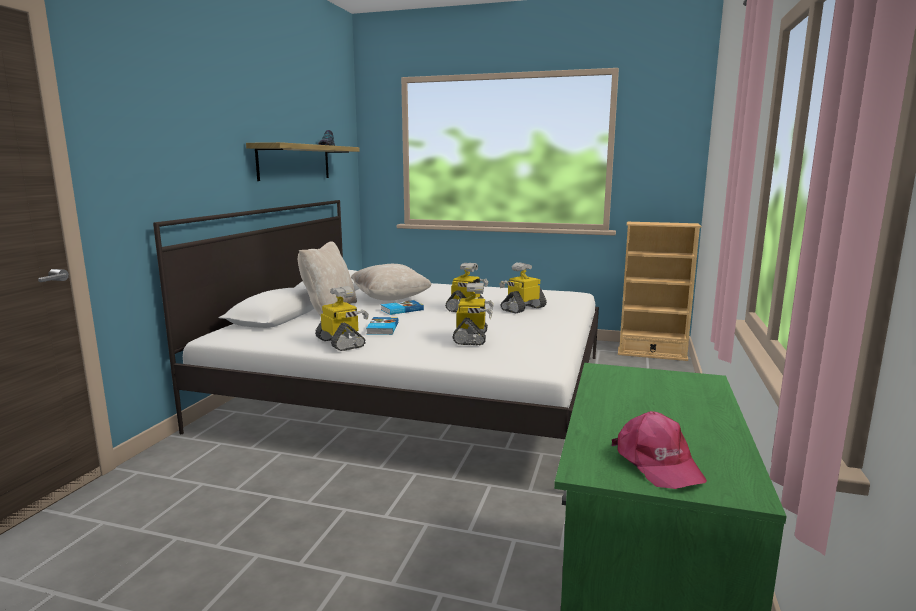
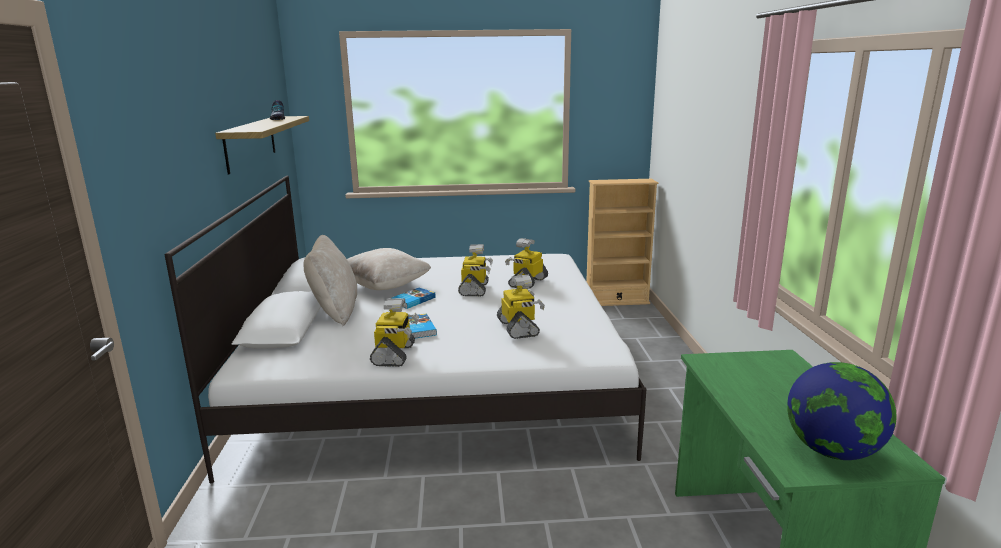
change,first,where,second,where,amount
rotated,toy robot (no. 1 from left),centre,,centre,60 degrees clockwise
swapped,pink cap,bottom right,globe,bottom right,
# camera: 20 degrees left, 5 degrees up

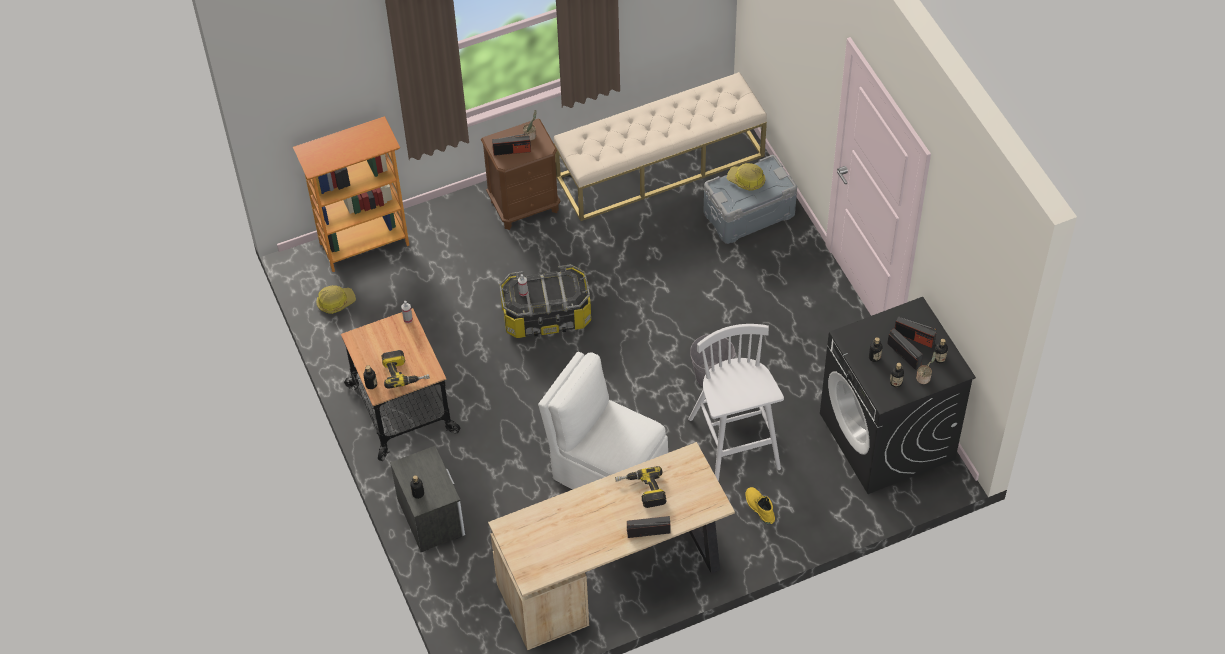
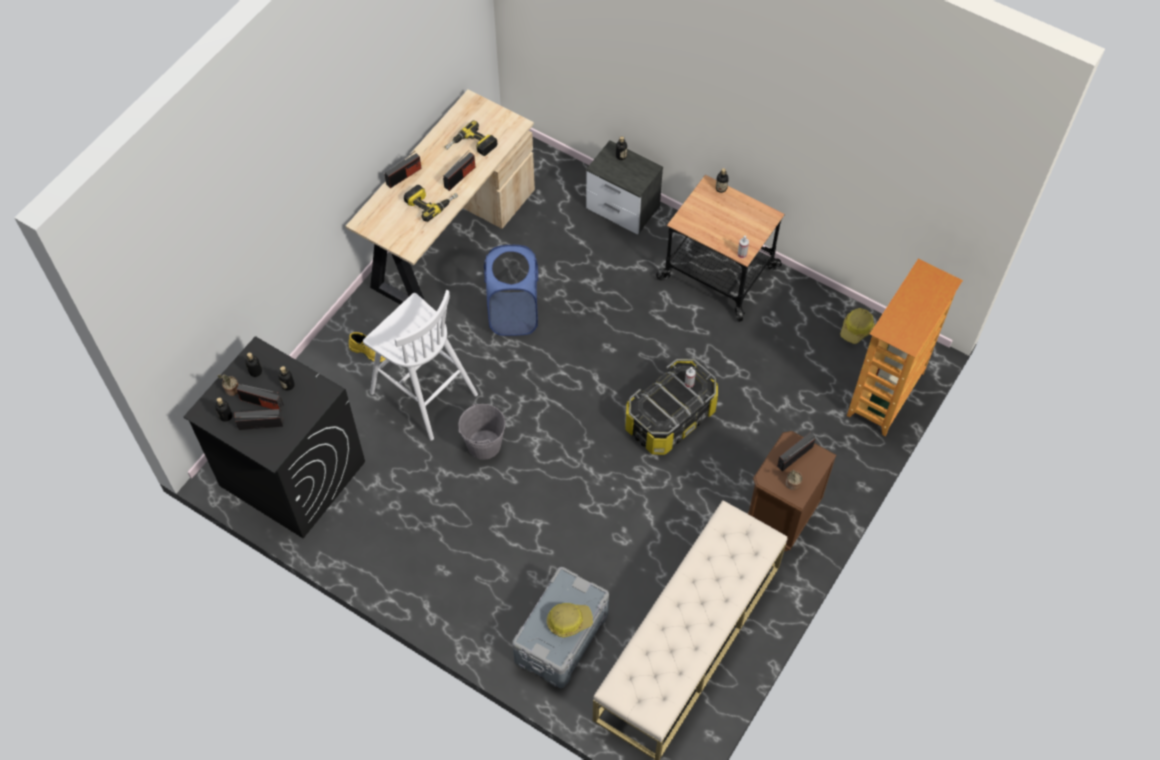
change,first,where,second,where,amount
new,,,radio set (no. 4 from left),top centre,
shifted,power drill (no. 1 from left in the first image),middle left,power drill (no. 2 from left),top centre,
swapped,whitish plain chair,centre,blue-coloured washing basket,centre,
# camera: 145 degrees right, 5 degrees up

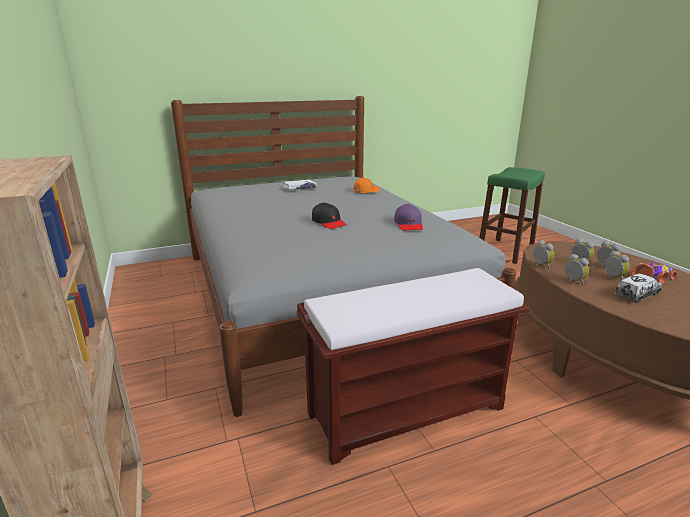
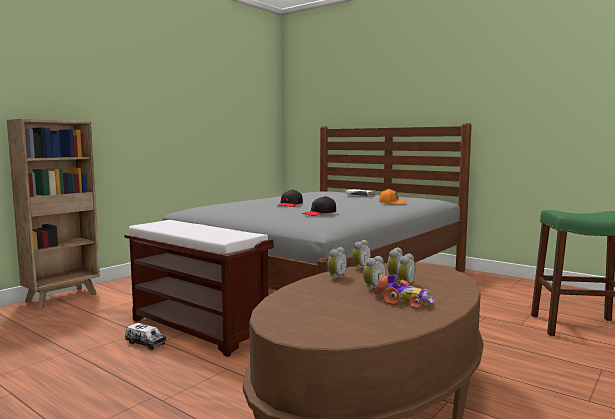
change,first,where,second,where,amount
shifted,toy truck,middle right,,bottom left,
repainted,purple cap,centre,blackish cap (no. 2 from left),centre,
# camera: 60 degrees right, 15 degrees down

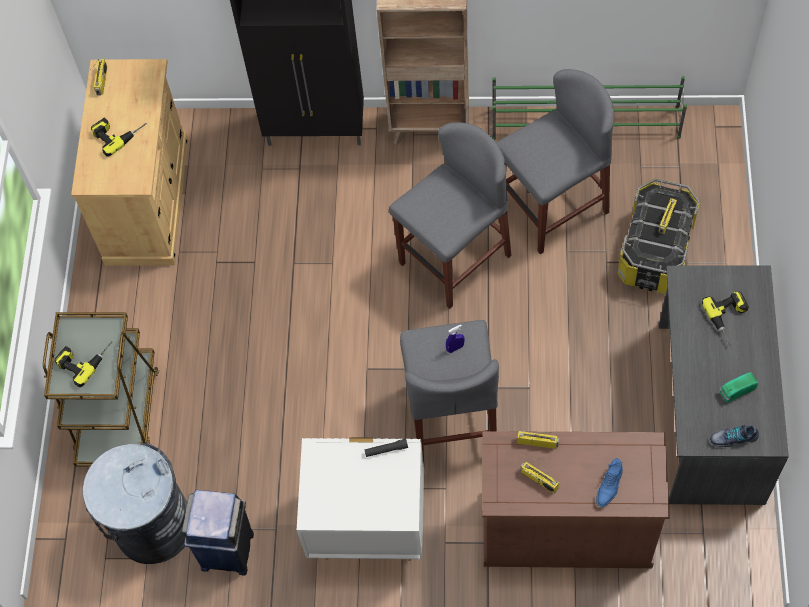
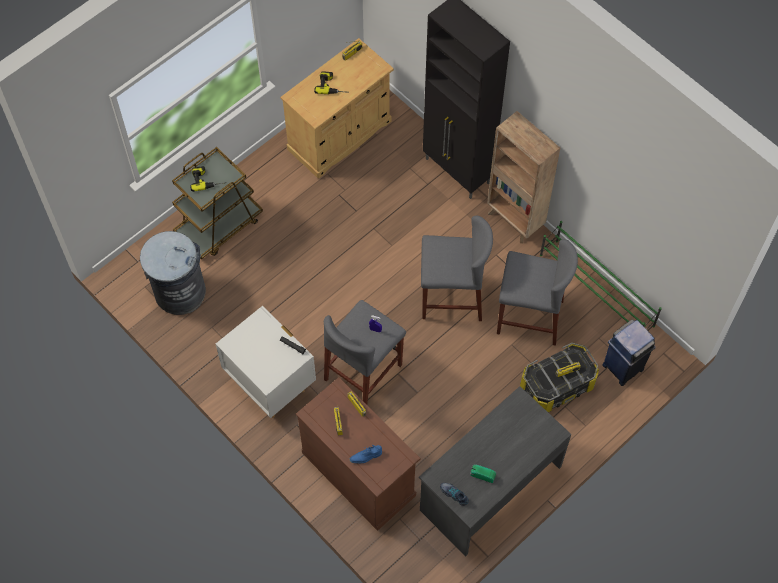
change,first,where,second,where,amount
shifted,blue-coloured rubbish bin,bottom left,,middle right,
gone,power drill (no. 3 from left),middle right,,,
# camera: 40 degrees right, 0 degrees up

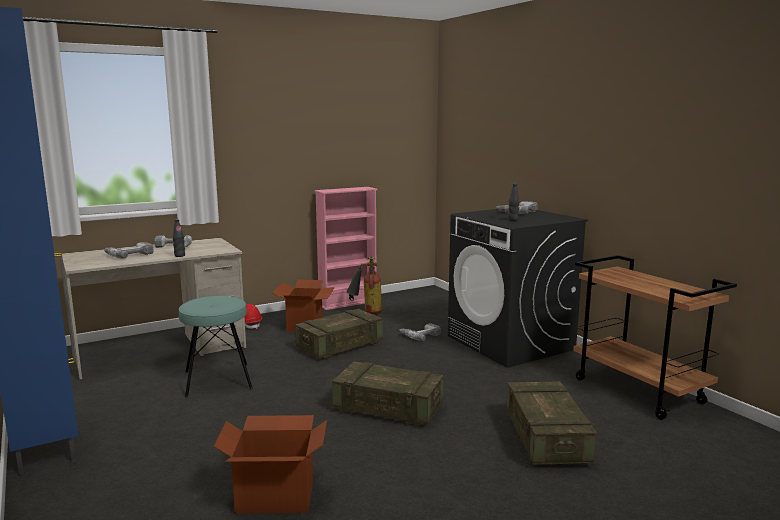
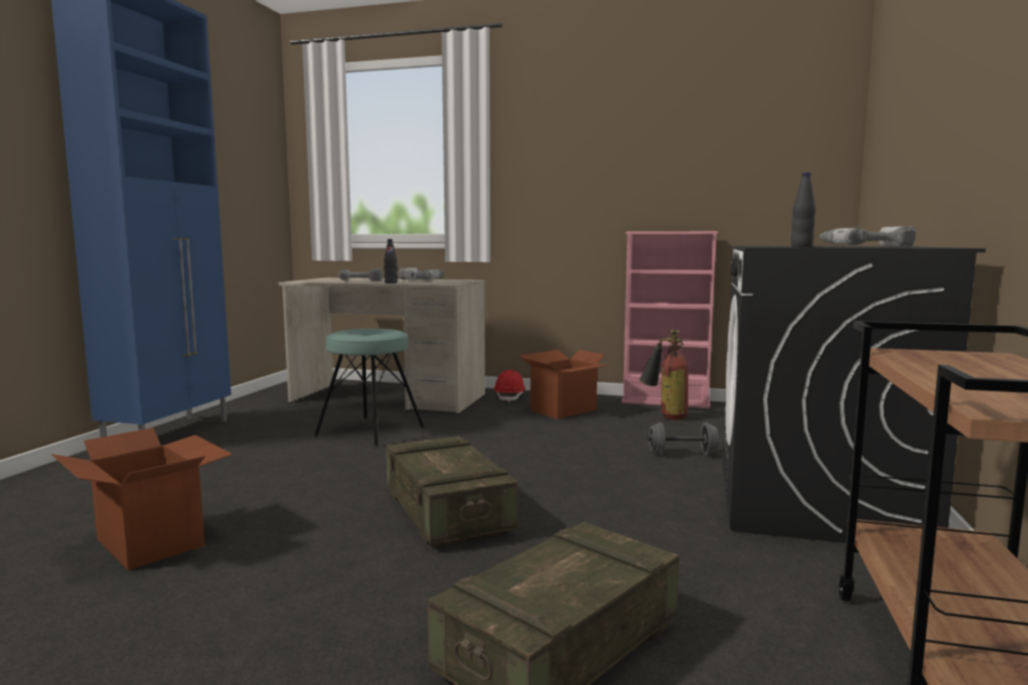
change,first,where,second,where,amount
swapped,power drill (no. 3 from left),centre,greyish dumbbell,centre,
gone,packing crate (no. 1 from left),centre,,,
# camera: 45 degrees right, 5 degrees down

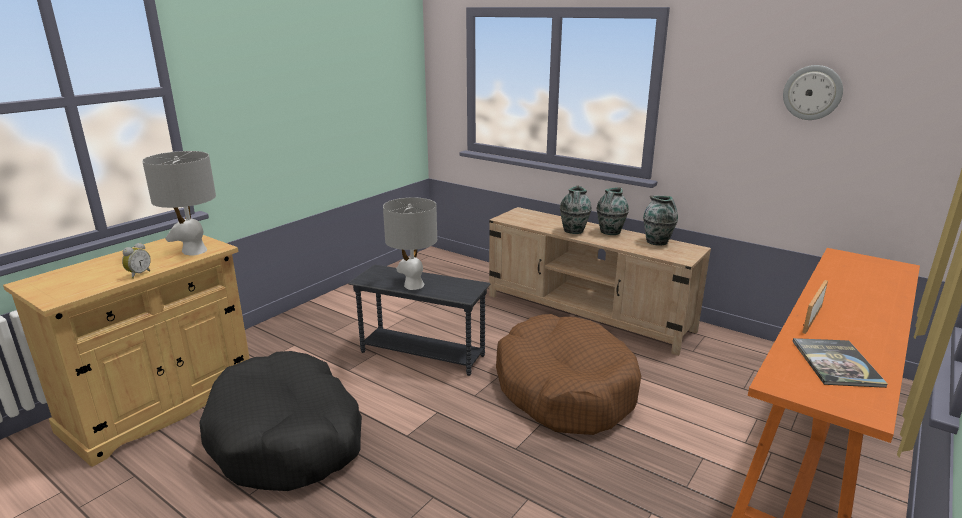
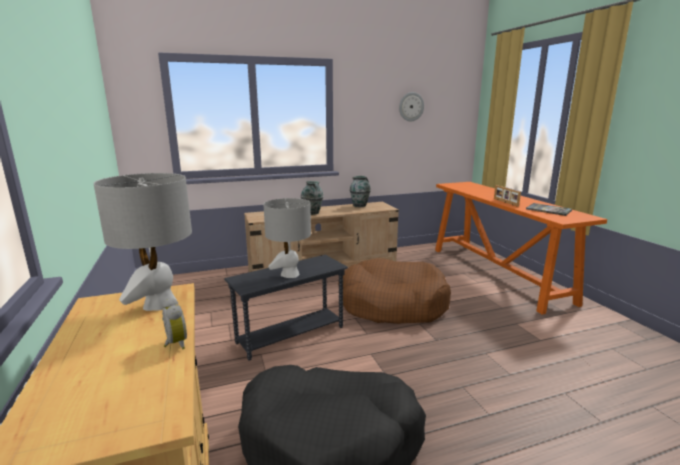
change,first,where,second,where,amount
gone,decorative vase (no. 2 from left),centre,,,
# camera: 55 degrees left, 5 degrees down

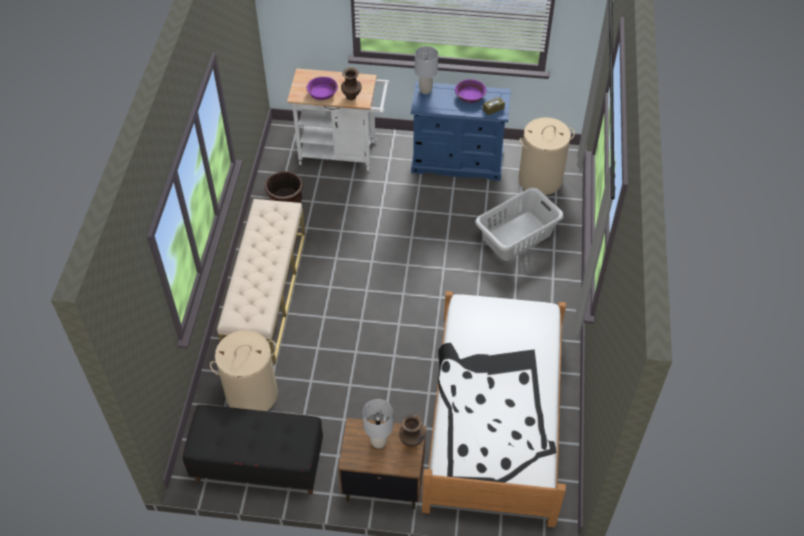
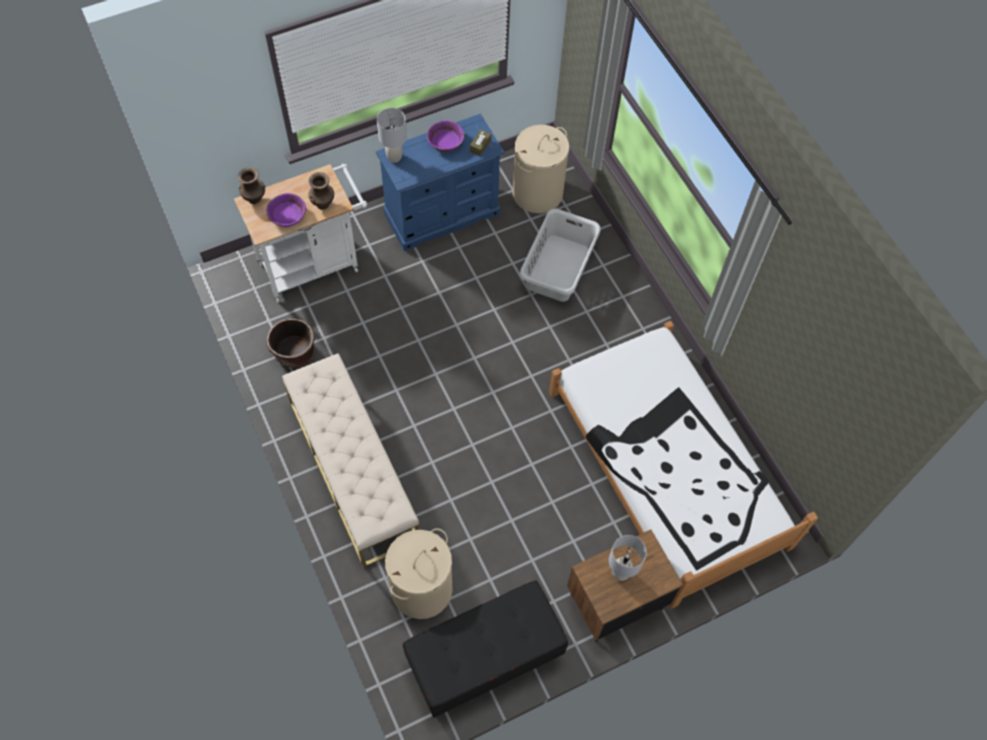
change,first,where,second,where,amount
shifted,brown decorative vase (no. 2 from left in the first image),bottom centre,brown decorative vase (no. 1 from left),top left,
# camera: 35 degrees left, 10 degrees up

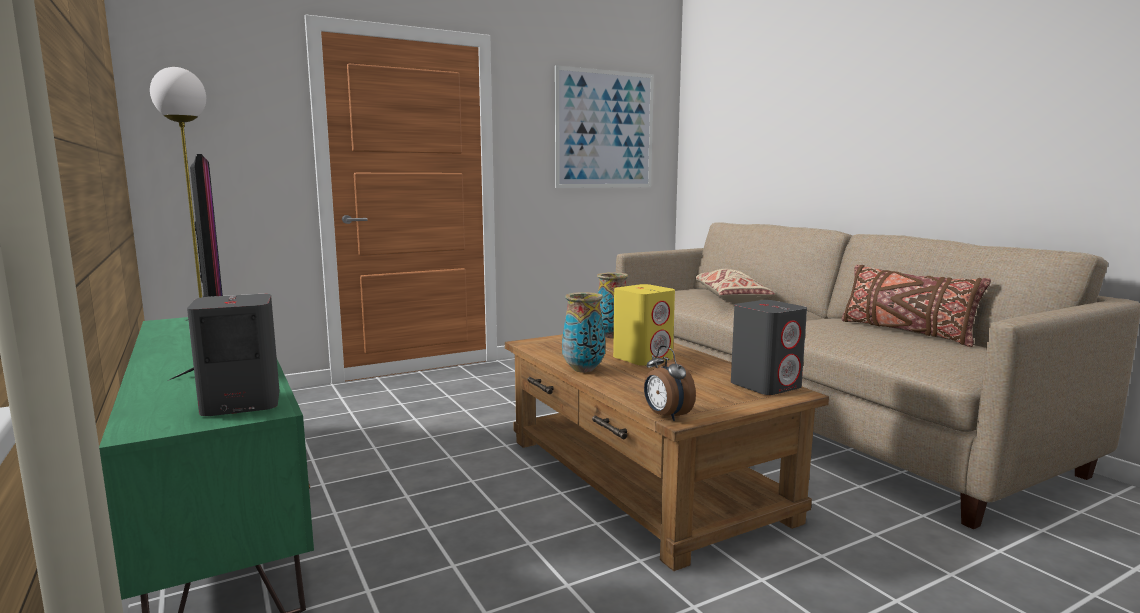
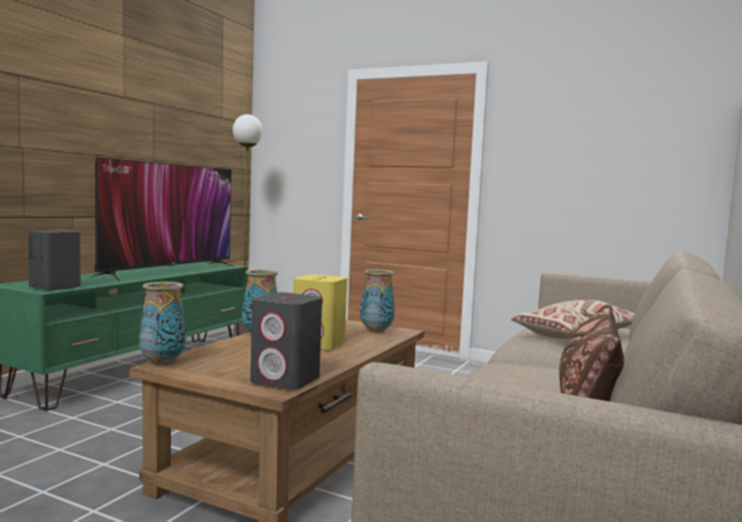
change,first,where,second,where,amount
swapped,alarm clock,centre,decorative vase (no. 1 from left),middle left,
gone,wall picture,top centre,,,
# camera: 55 degrees right, 5 degrees down

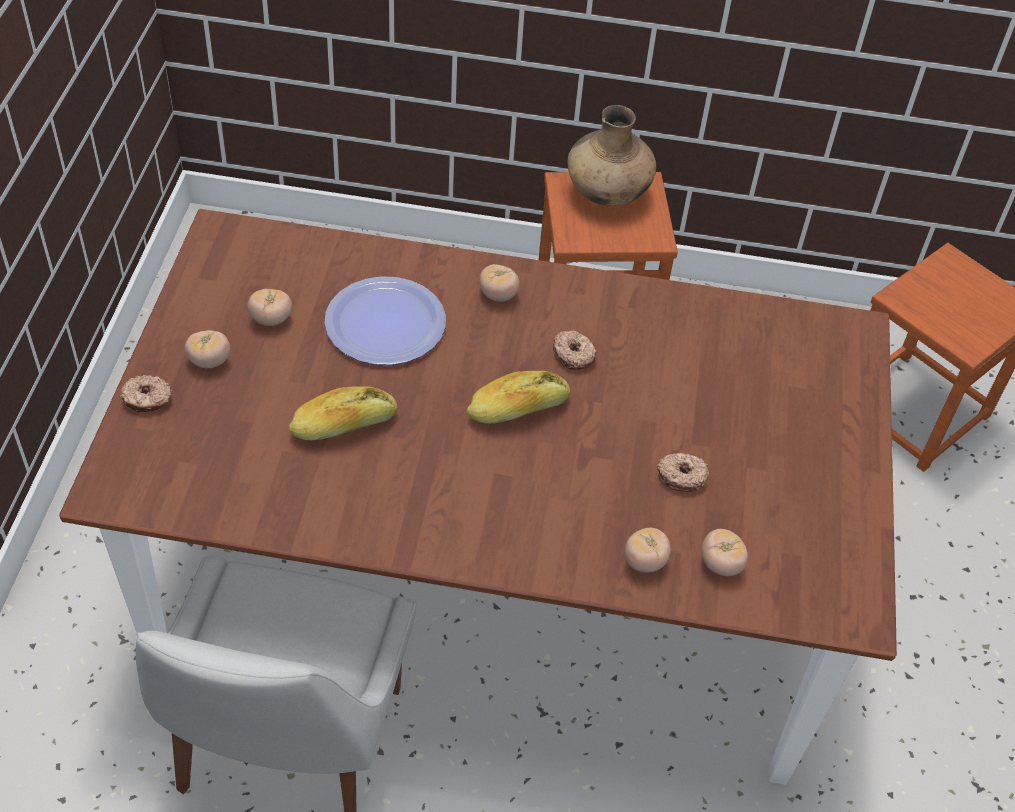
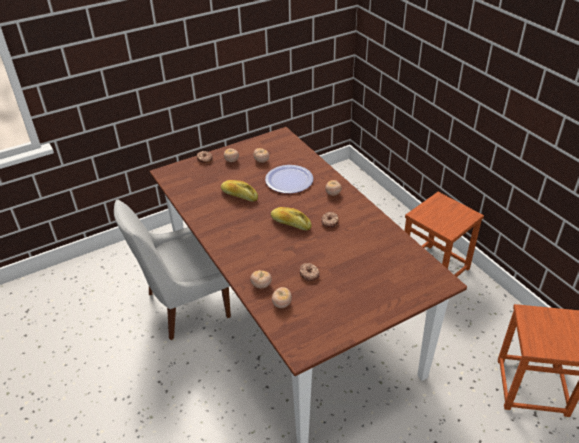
change,first,where,second,where,amount
gone,brown decorative vase,top centre,,,
# camera: 55 degrees right, 10 degrees down

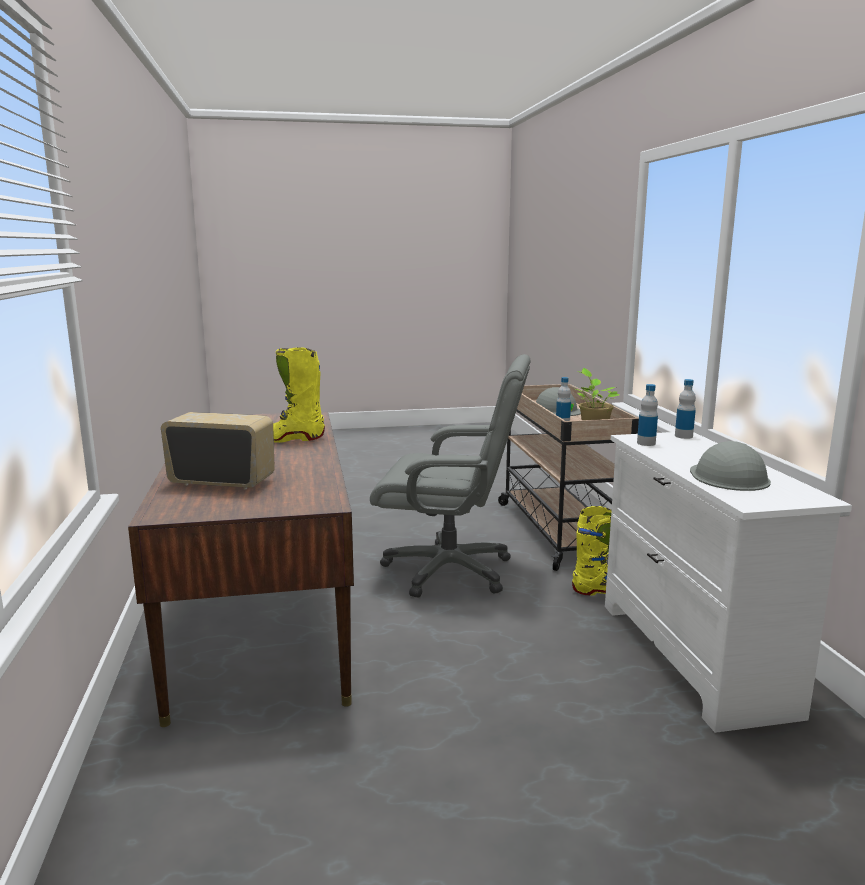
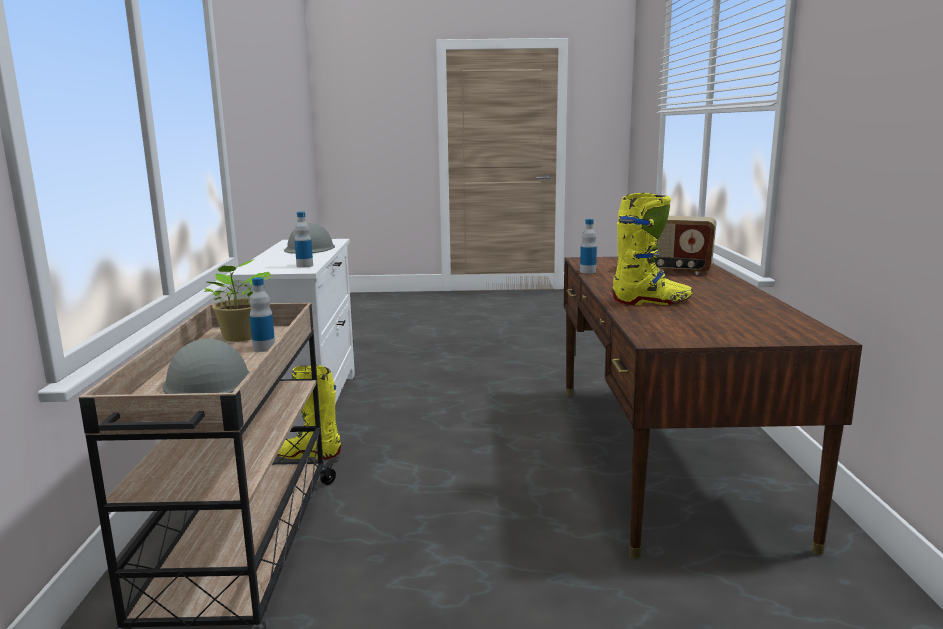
change,first,where,second,where,amount
shifted,beverage bottle (no. 3 from left),middle right,,centre,
gone,greyish office chair,centre,,,
# camera: 170 degrees left, 0 degrees up

